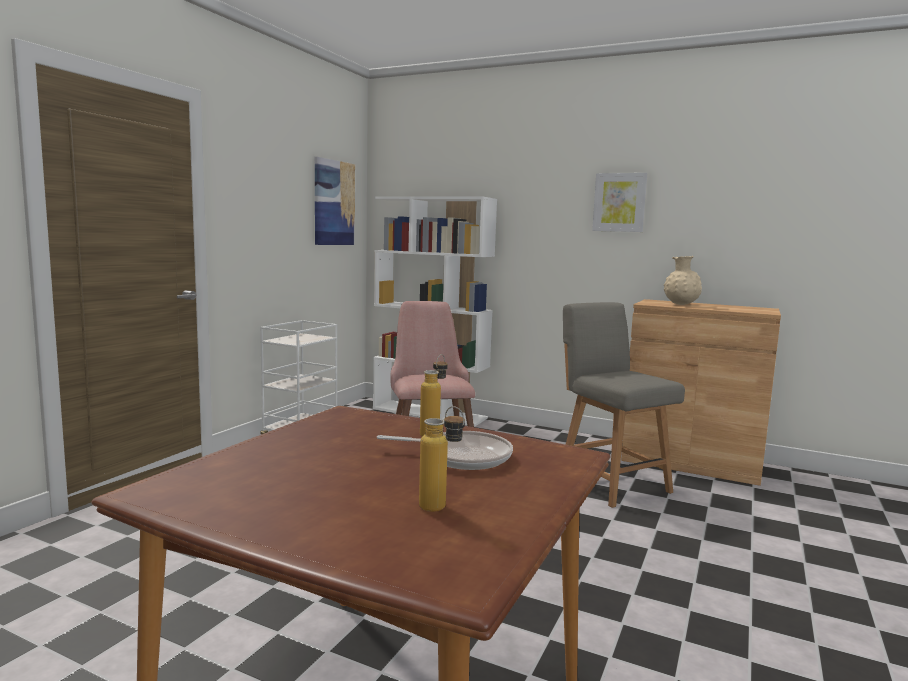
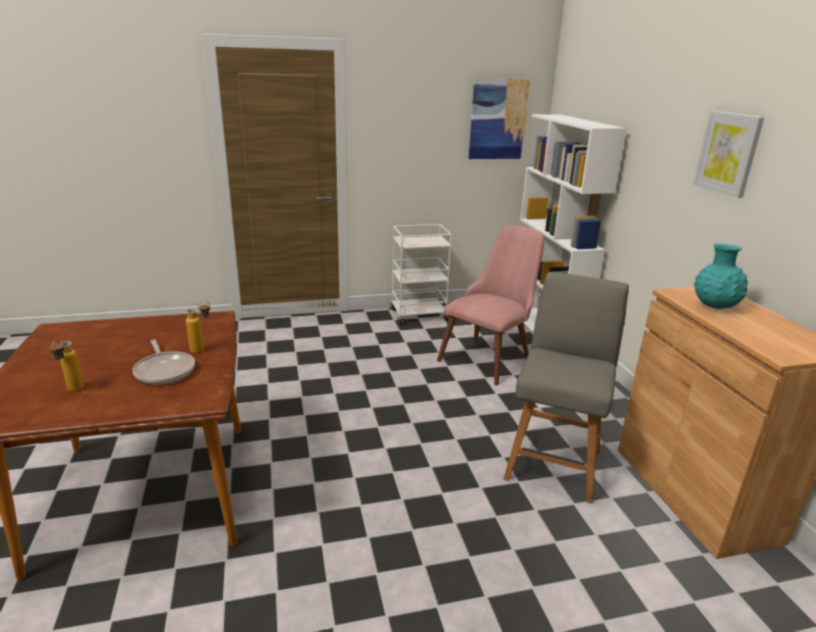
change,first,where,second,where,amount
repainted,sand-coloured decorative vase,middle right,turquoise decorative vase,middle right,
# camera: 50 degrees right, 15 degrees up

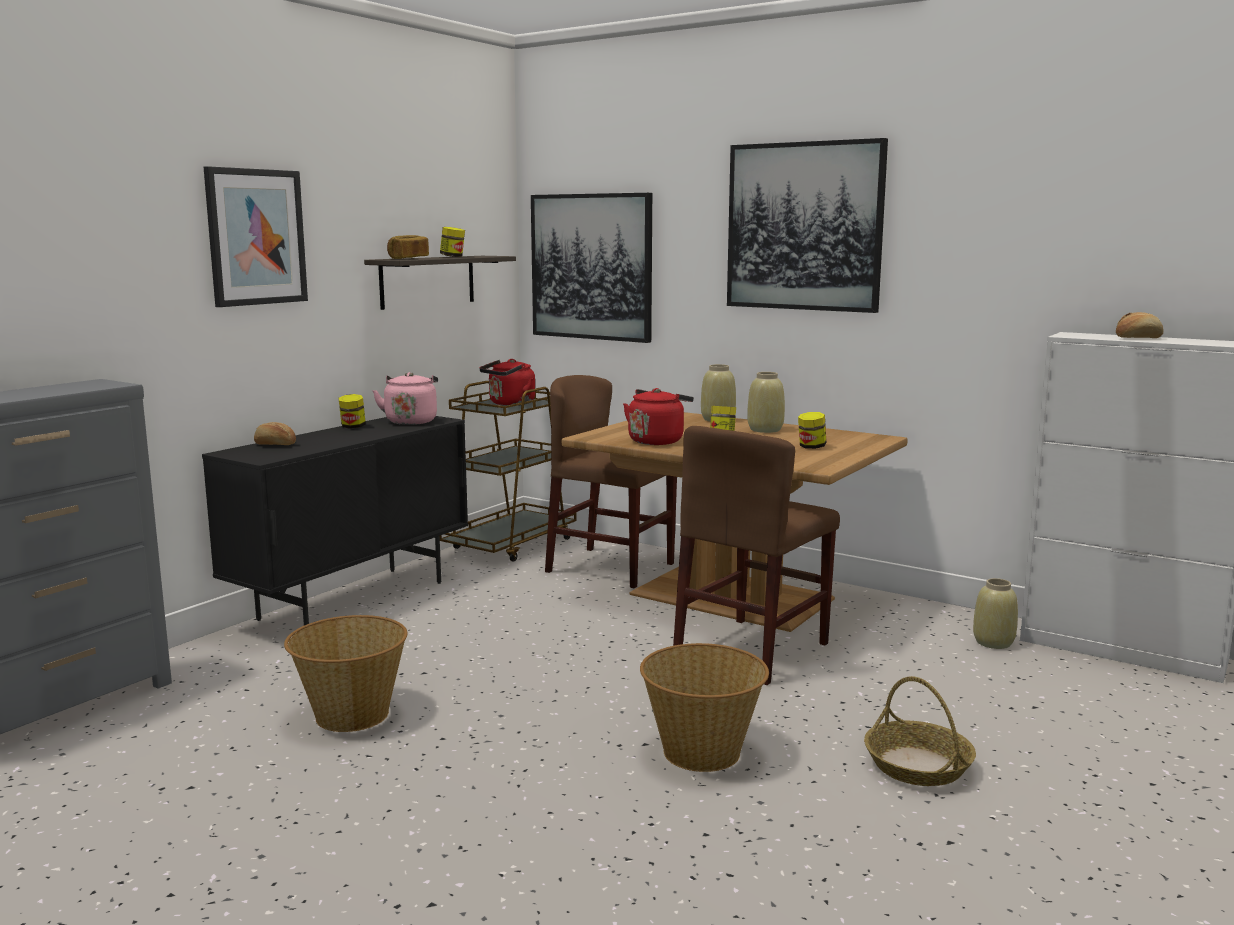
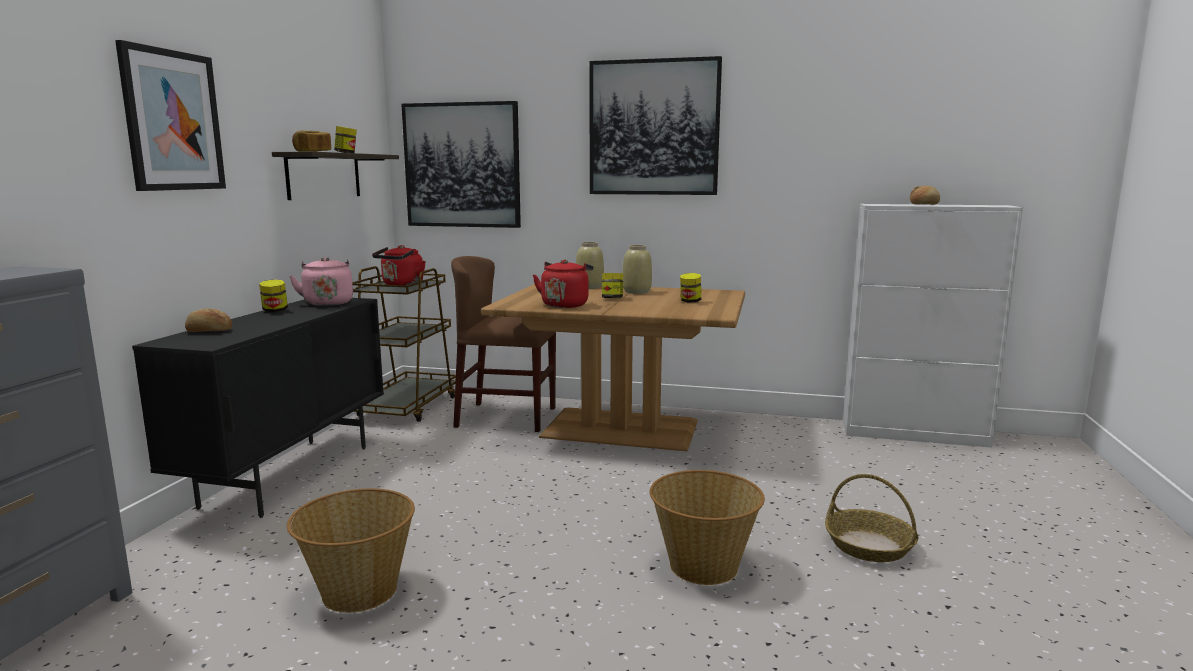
change,first,where,second,where,amount
gone,brown plain chair (no. 2 from left),centre,,,
gone,sand-coloured decorative vase (no. 3 from left),middle right,,,
# camera: 20 degrees left, 0 degrees up

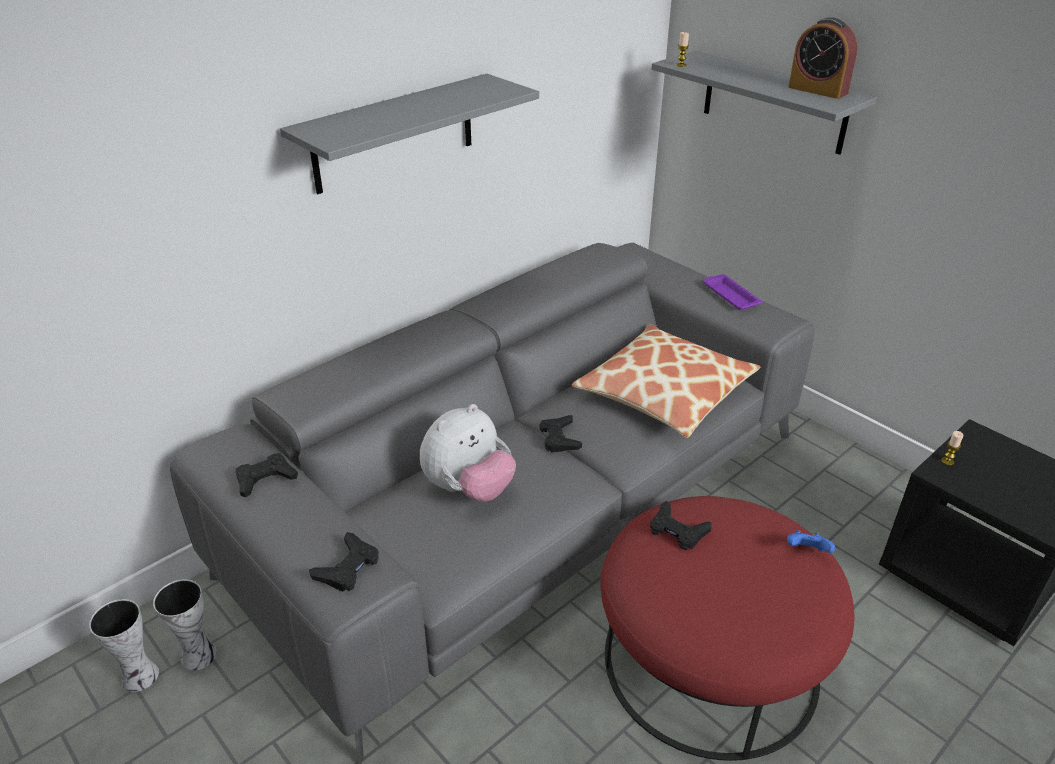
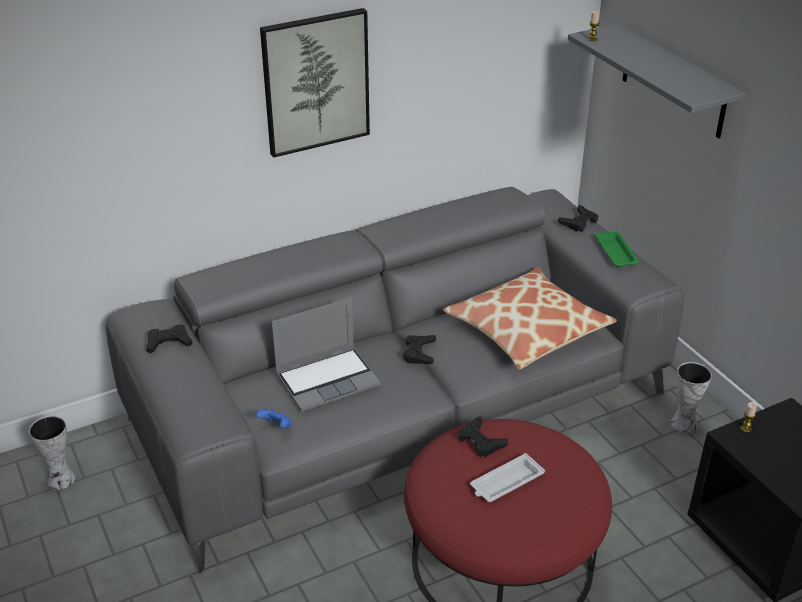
change,first,where,second,where,amount
shifted,blue-coloured game controller,bottom right,,bottom centre,
swapped,greyish shelf (no. 1 from left),top centre,wall picture,top centre,
swapped,soft toy,centre,laptop,centre,
new,,,whitish serving tray,bottom centre,
shifted,blackish game controller (no. 2 from left in the first image),bottom left,blackish game controller (no. 4 from left),middle right,
repainted,purple serving tray,middle right,greenish serving tray,middle right,
shifted,decorative vase (no. 2 from left),bottom left,,middle right,
gone,alarm clock,top right,,,
# camera: 15 degrees right, 0 degrees up

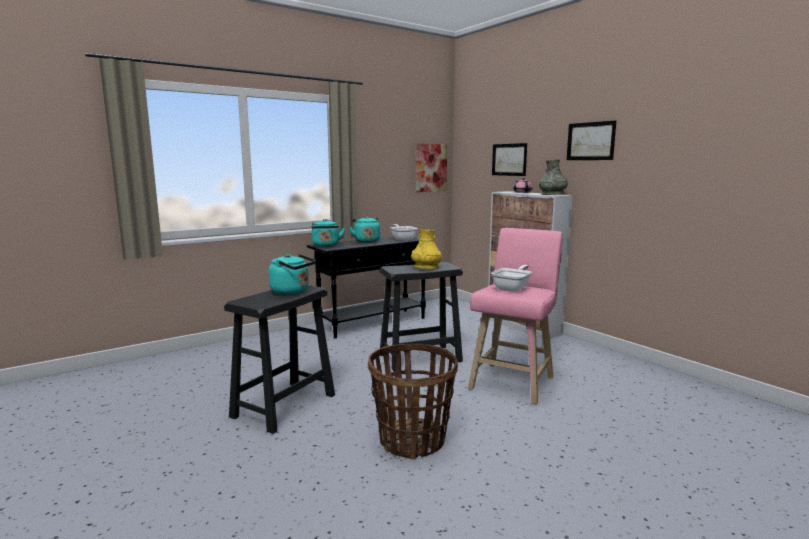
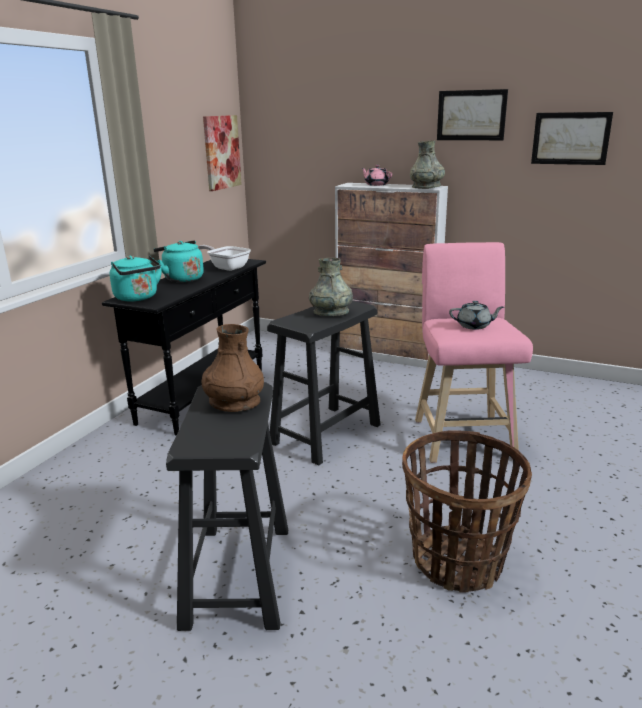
change,first,where,second,where,amount
swapped,turquoise kettle (no. 1 from left),centre,brown decorative vase,centre,
repainted,yellow decorative vase,centre,greyish decorative vase (no. 1 from left),centre,
swapped,pan (no. 2 from left),centre,greyish pot for tea,middle right,
shifted,wall picture (no. 2 from left in the first image),top centre,wall picture (no. 3 from left),top right,
# camera: 30 degrees left, 10 degrees up

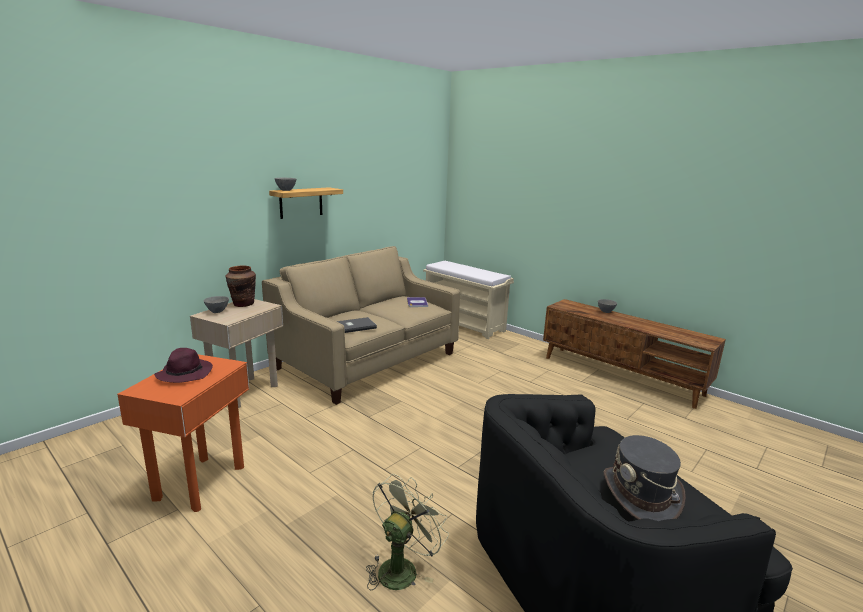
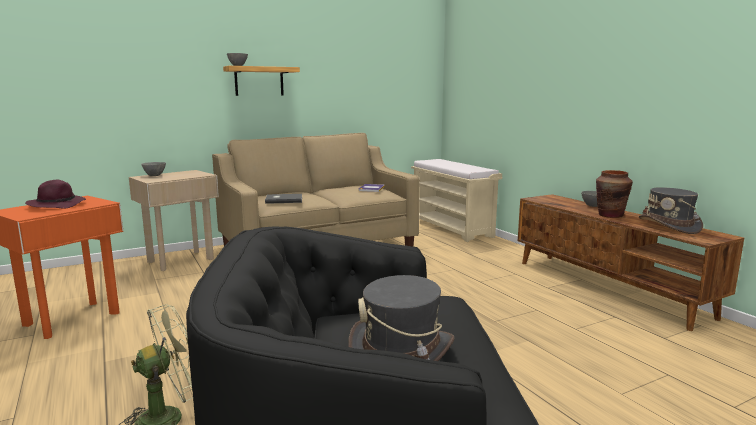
change,first,where,second,where,amount
shifted,brown decorative vase,middle left,,middle right,
new,,,greyish hat (no. 2 from left),middle right,
# camera: 20 degrees right, 5 degrees down

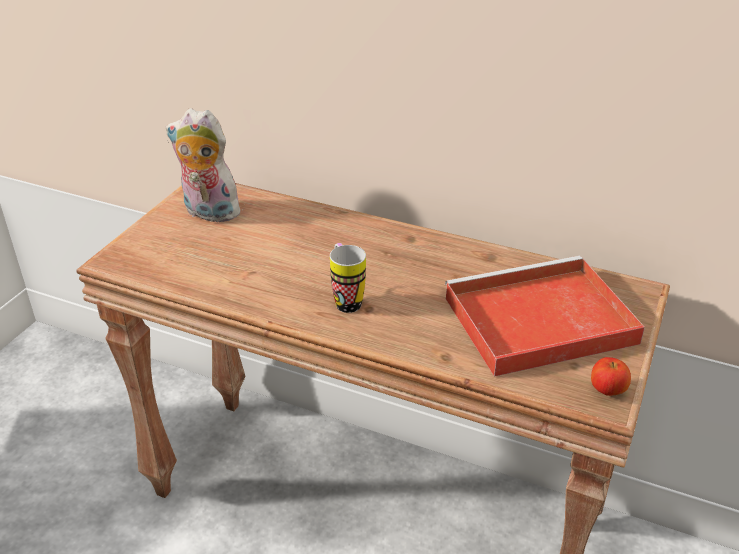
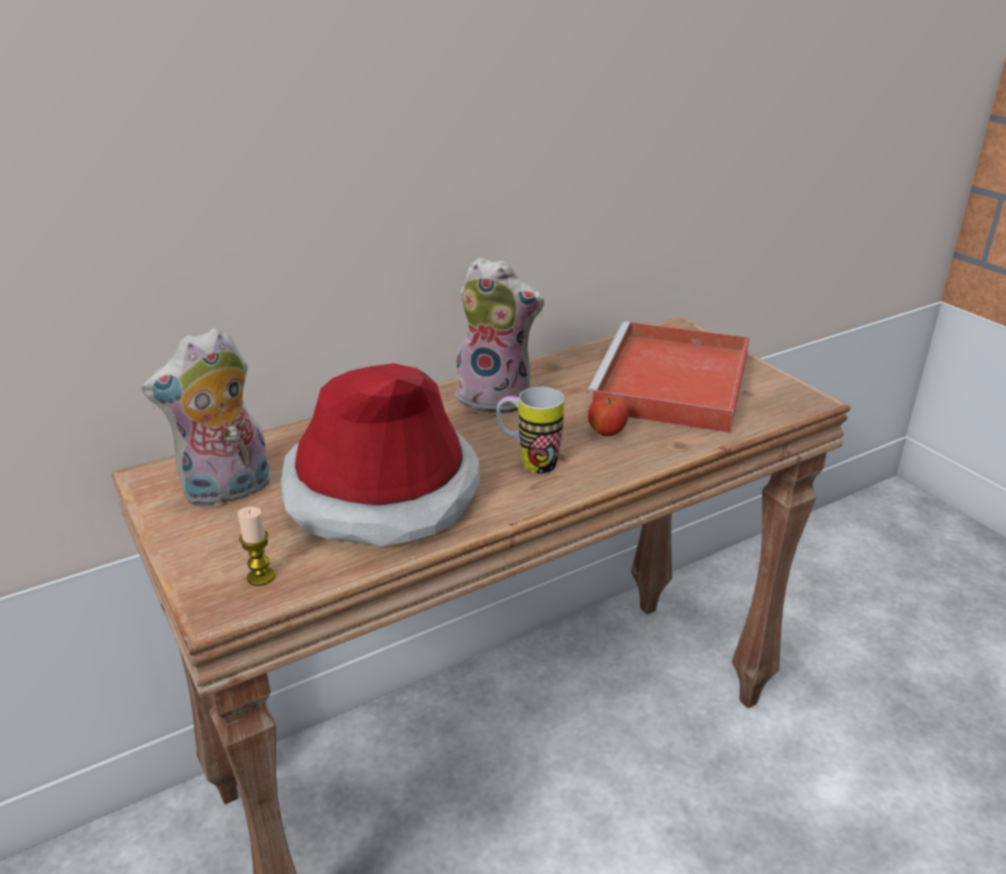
change,first,where,second,where,amount
new,,,wax candle,middle left,
new,,,hat,centre,
new,,,soft toy (no. 2 from left),centre,
shifted,apple,bottom right,,centre,
# camera: 55 degrees left, 5 degrees down

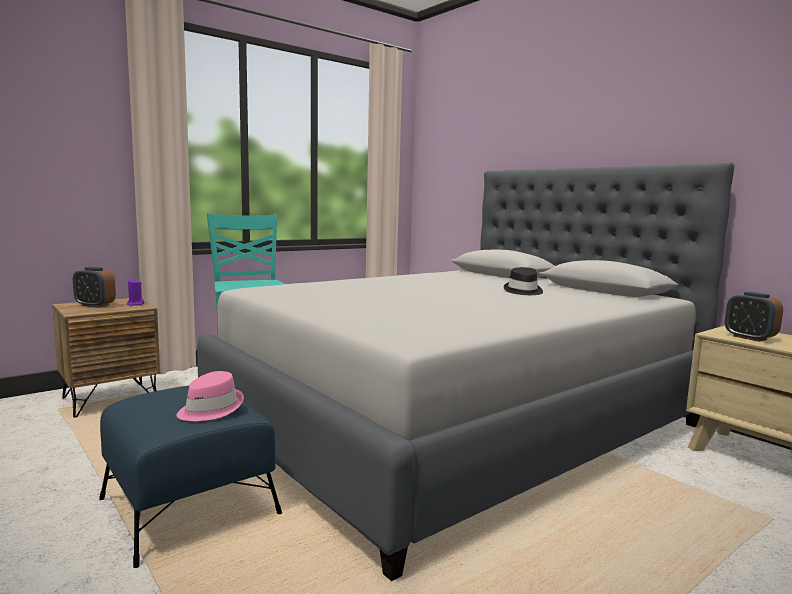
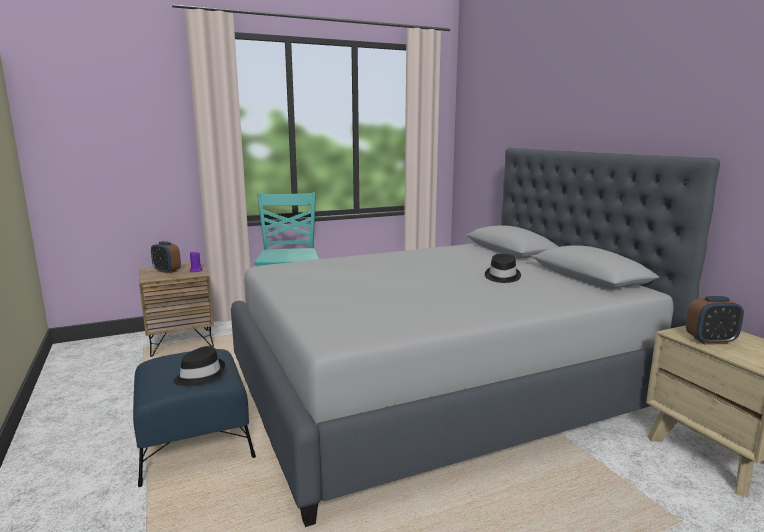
change,first,where,second,where,amount
repainted,pink hat,bottom left,blackish hat (no. 1 from left),bottom left,
rotated,alarm clock (no. 2 from left),middle right,,middle right,75 degrees counterclockwise
# camera: 15 degrees right, 5 degrees up

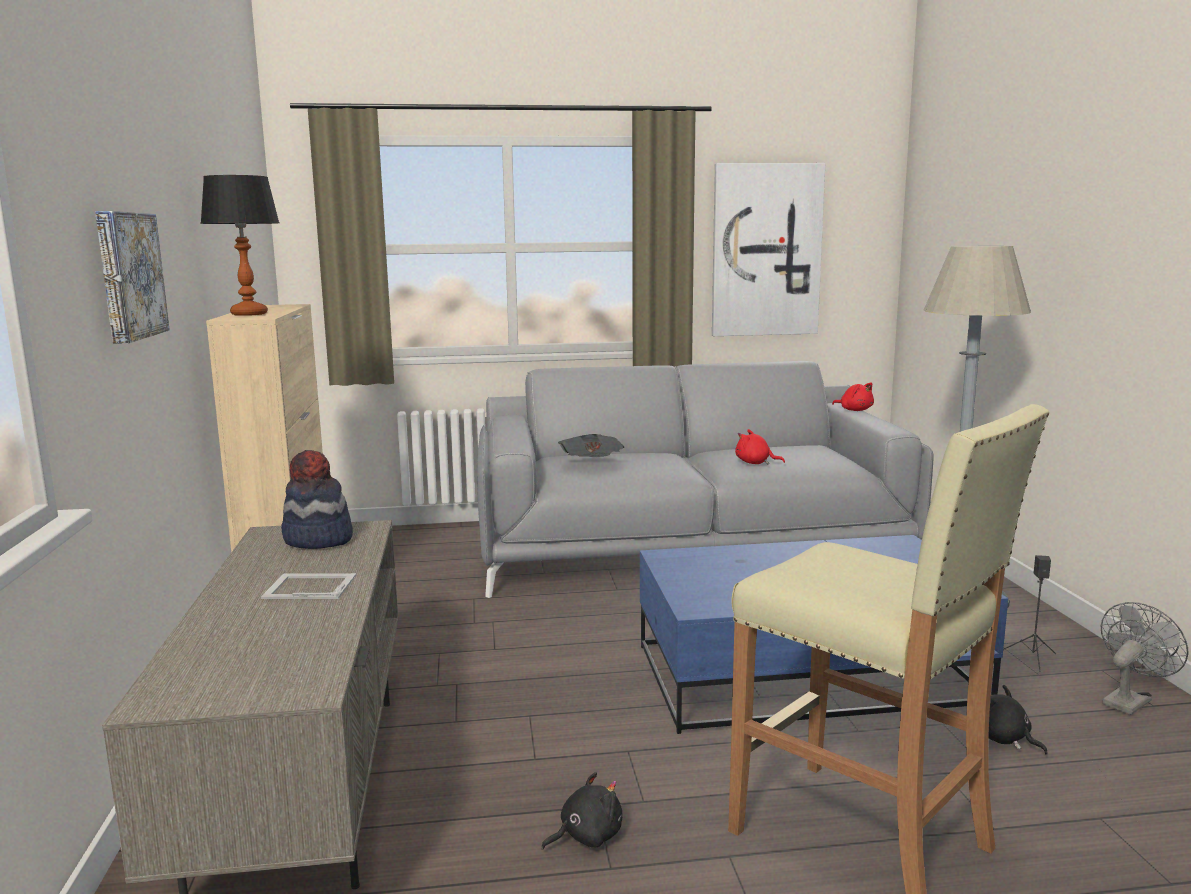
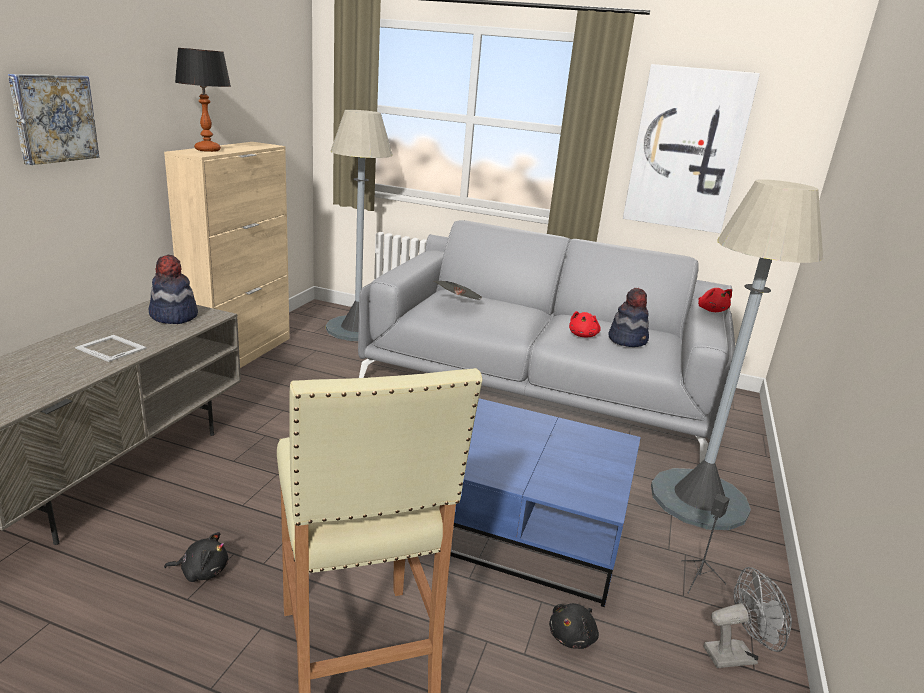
change,first,where,second,where,amount
new,,,greyish floor lamp (no. 1 from left),top centre,
rotated,blackish soft toy (no. 2 from left),bottom right,,bottom centre,135 degrees counterclockwise
rotated,reddish soft toy (no. 1 from left),centre,,centre,120 degrees counterclockwise
new,,,hat (no. 2 from left),middle right,
# camera: 25 degrees right, 10 degrees up

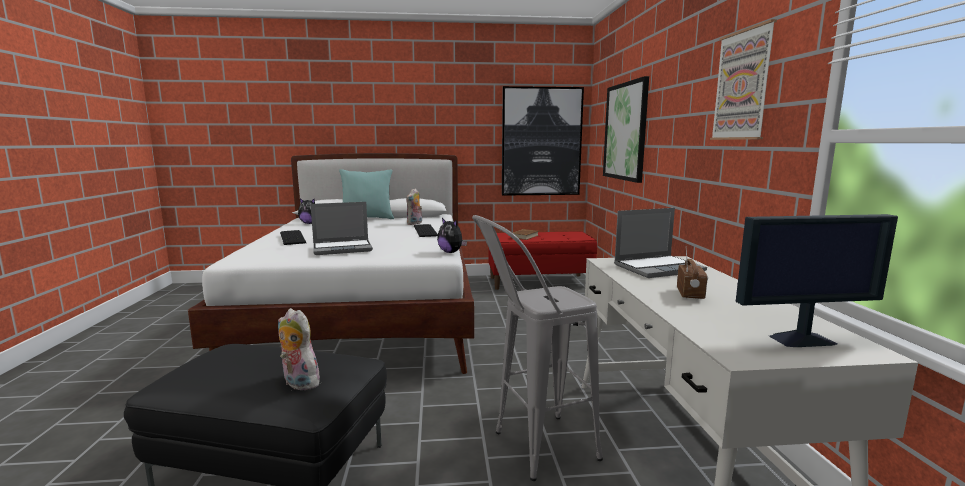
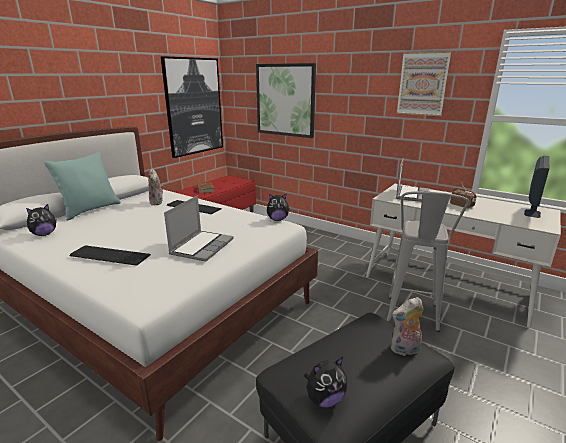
change,first,where,second,where,amount
new,,,soft toy (no. 4 from left),bottom centre,
# camera: 50 degrees left, 10 degrees up

